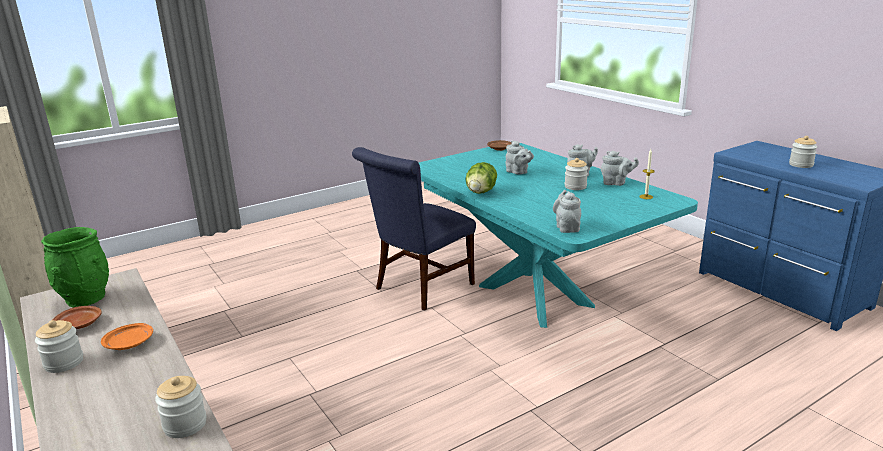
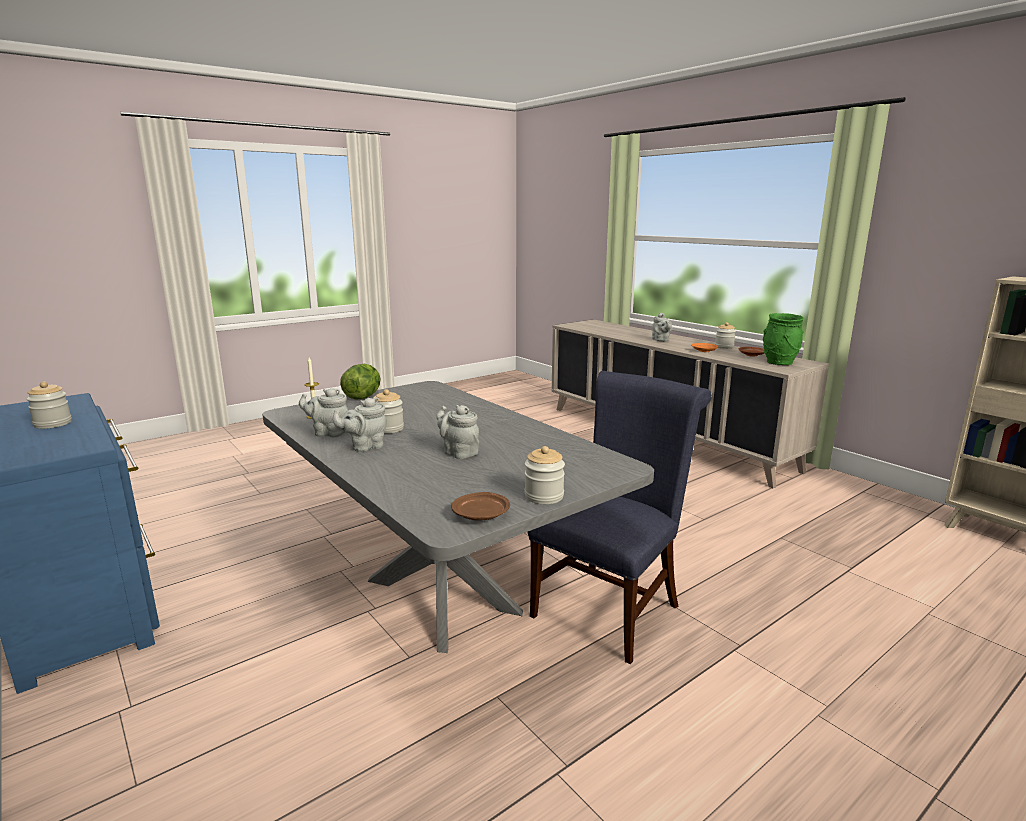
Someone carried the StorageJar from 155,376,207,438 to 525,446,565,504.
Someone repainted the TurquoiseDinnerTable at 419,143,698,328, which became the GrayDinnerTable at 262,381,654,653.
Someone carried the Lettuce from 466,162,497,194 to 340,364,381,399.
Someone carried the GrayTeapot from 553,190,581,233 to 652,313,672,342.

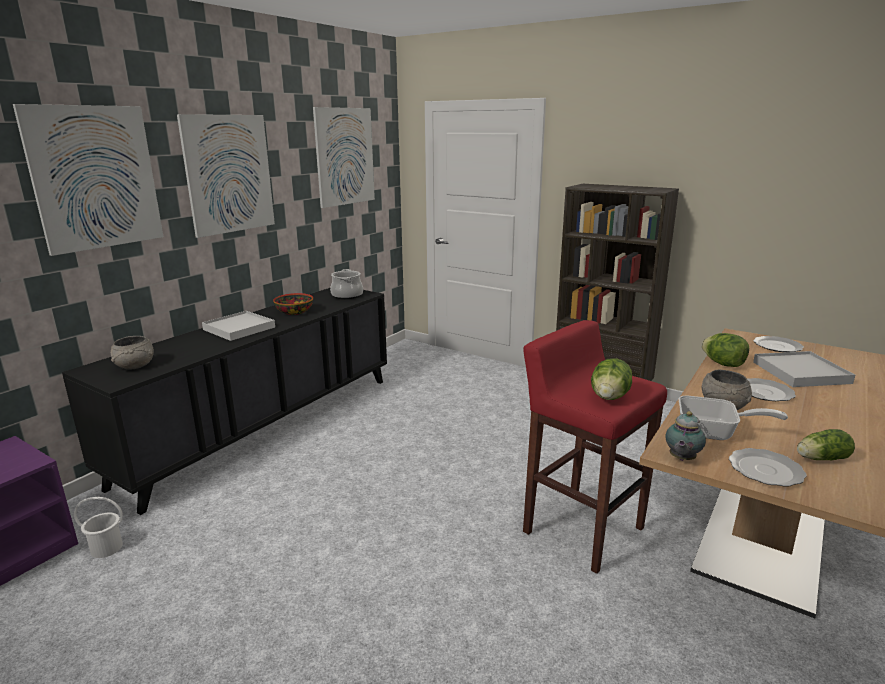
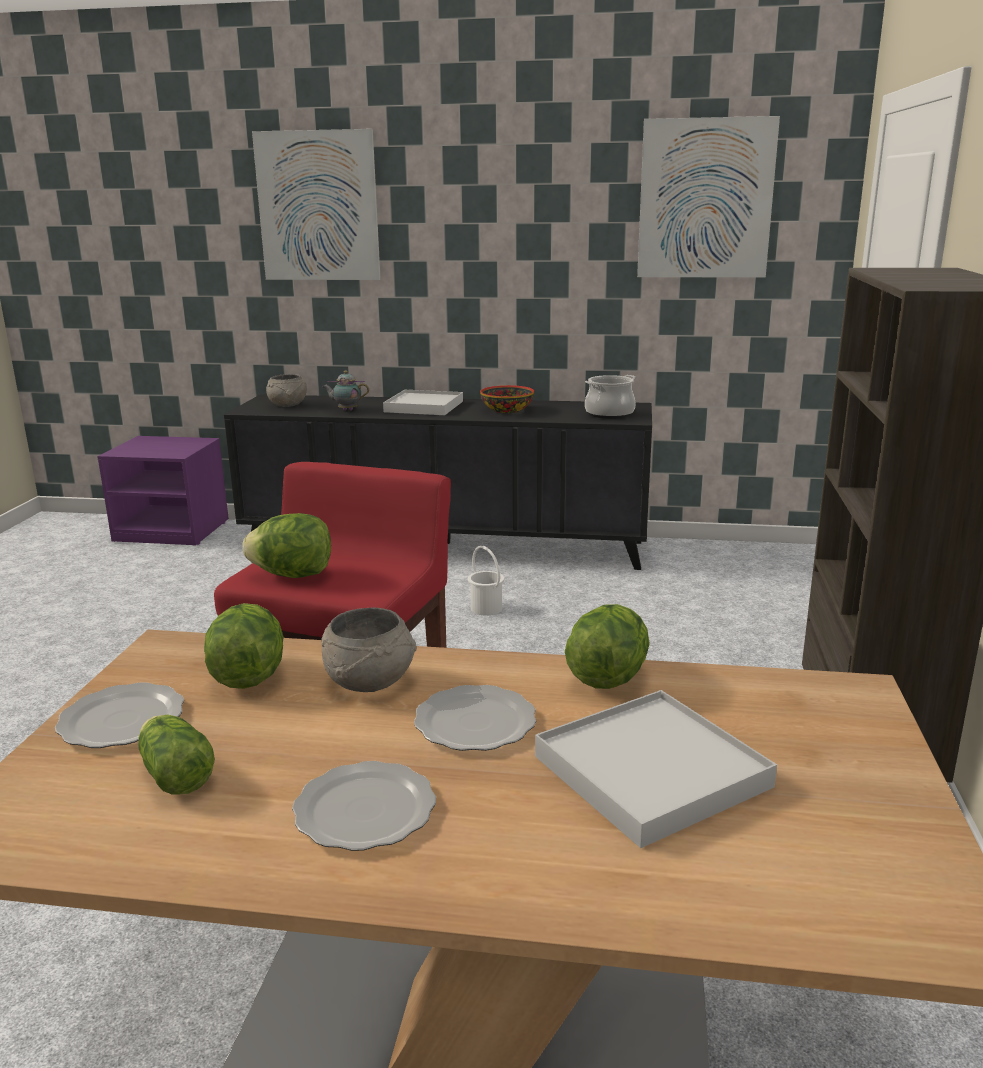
Someone carried the WhiteColouredWaterBucket from 74,497,123,558 to 468,546,505,616.
Someone took away the WallPicture at 177,114,275,238.
Someone carried the Teapot from 665,411,706,461 to 322,371,369,411.
Someone swapped the FryingPan at 678,396,788,440 for the Lettuce at 204,603,284,689.
Someone carried the DinnerPlate from 753,336,804,352 to 292,761,436,851.

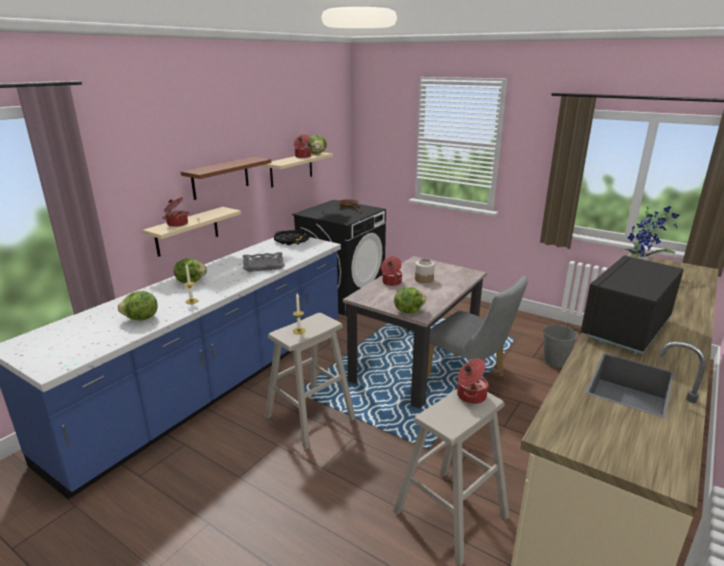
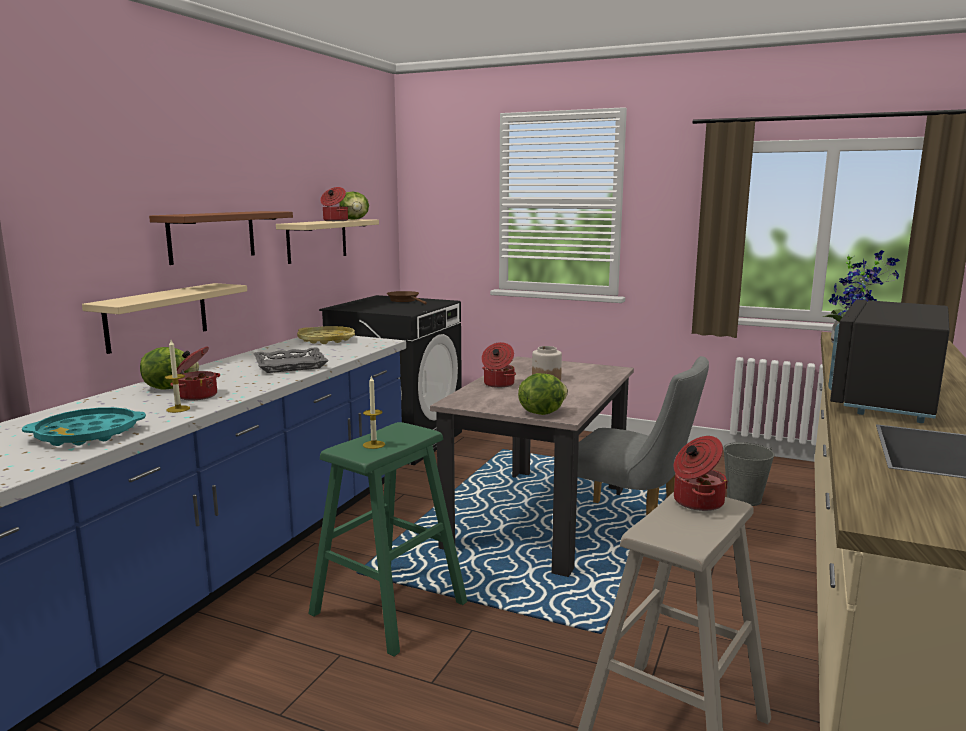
Someone swapped the Lettuce at 118,291,158,321 for the TurquoiseCarryingTray at 22,407,146,446.
Someone carried the Saucepot from 162,197,190,227 to 170,346,220,400.
Someone repainted the BeigeStoolSeat at 265,313,356,449, which became the GreenishStoolSeat at 308,422,467,657.
Someone repainted the BlackColouredCarryingTray at 274,230,309,245, which became the YellowColouredCarryingTray at 297,326,355,344.

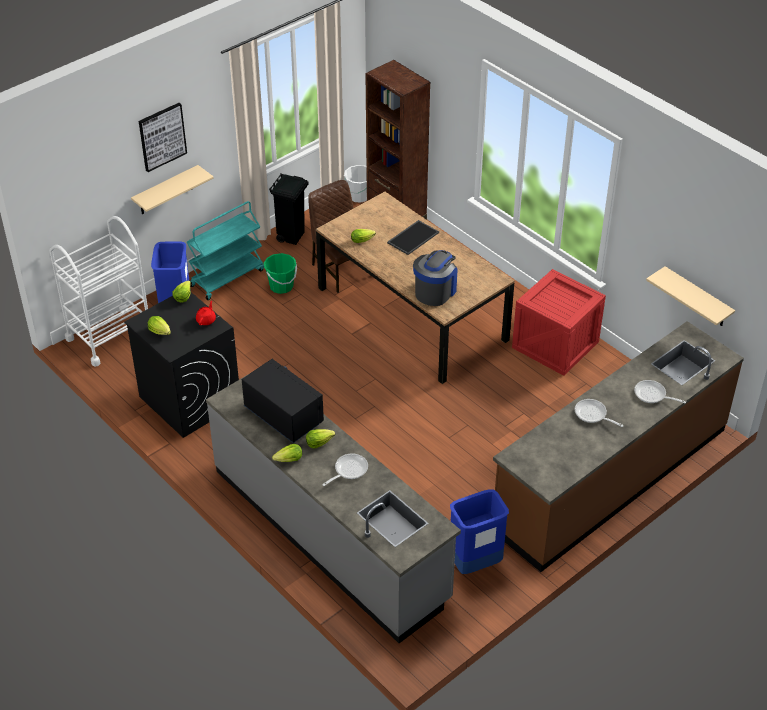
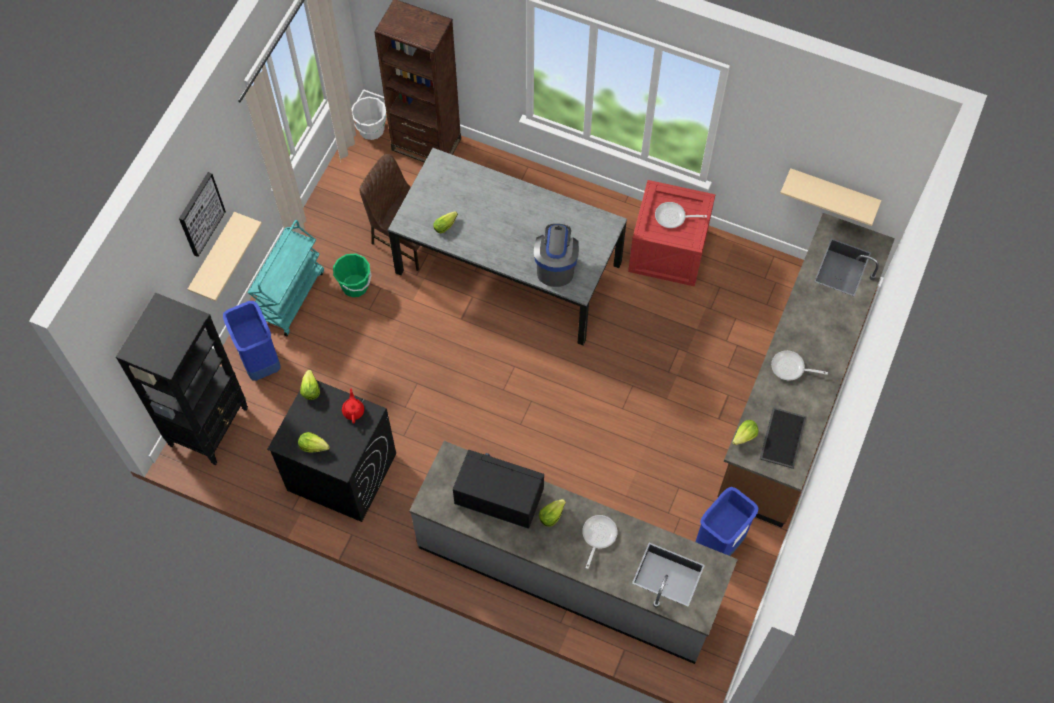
Someone swapped the WhiteColouredWheeledCart at 49,216,148,367 for the BlackColouredShelvingUnit at 116,292,248,465.
Someone took away the BlackColouredTrashCan at 269,173,309,245.
Someone carried the Lettuce from 272,444,302,462 to 732,420,758,445.
Someone repainted the BrownDinnerTable at 316,192,515,384, which became the GrayDinnerTable at 388,148,627,346.
Someone carried the CarryingTray from 387,220,439,255 to 760,407,807,469.
Someone carried the FryingPan from 634,380,686,403 to 655,202,707,228.

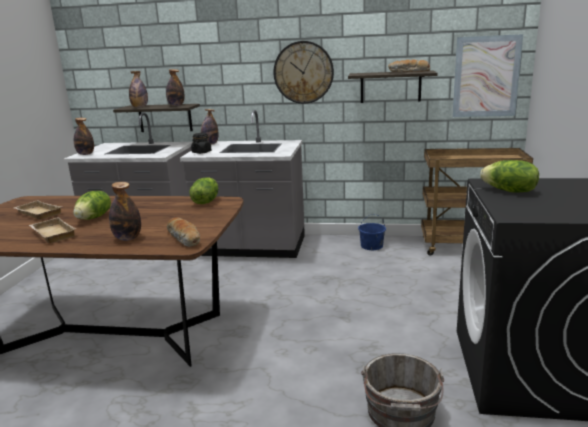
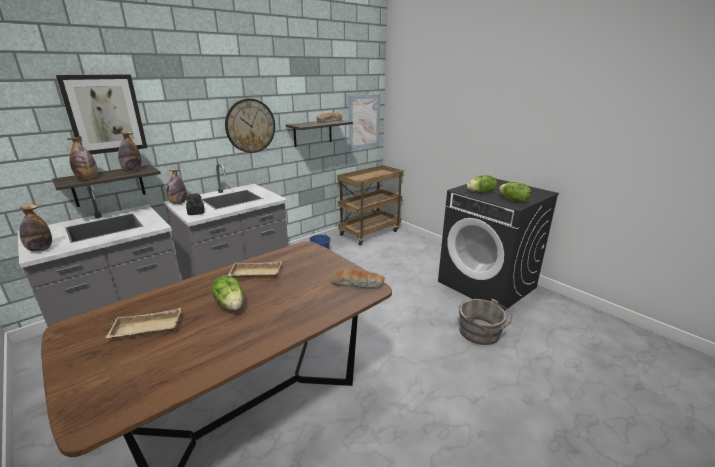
Someone carried the BeigeCarryingTray from 29,217,77,243 to 228,261,282,279.
Someone took away the BeverageBottle at 109,182,141,241.
Someone carried the Lettuce from 189,177,218,204 to 499,182,531,202.
Someone put up the WallPicture at 56,74,147,155.

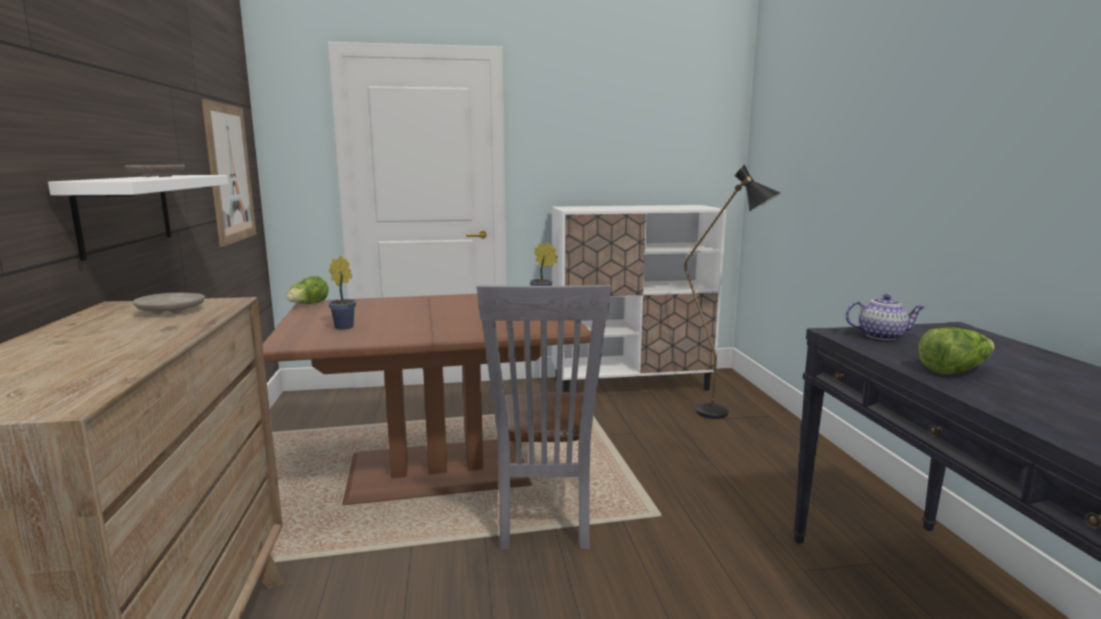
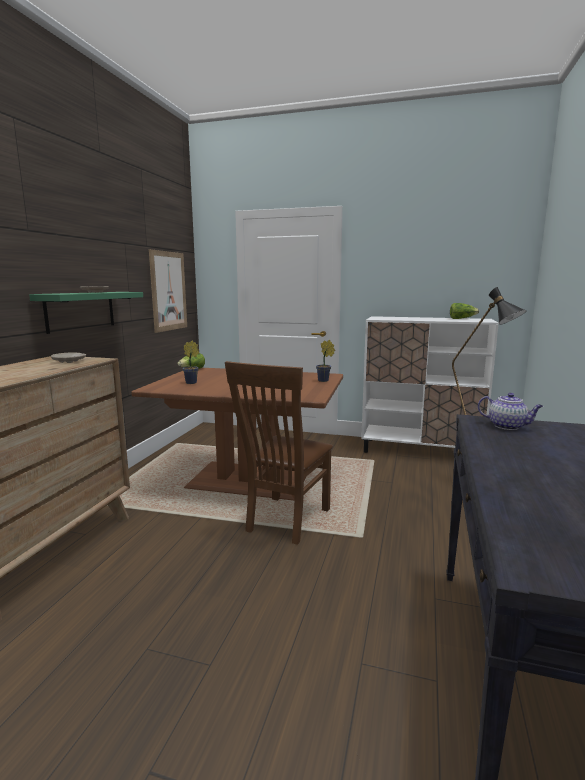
Someone repainted the WhiteColouredShelf at 48,175,228,261, which became the GreenishShelf at 29,292,143,334.
Someone repainted the GrayPlainChair at 477,285,611,549, which became the BrownPlainChair at 225,361,333,545.
Someone carried the Lettuce from 918,327,994,374 to 450,303,479,319.

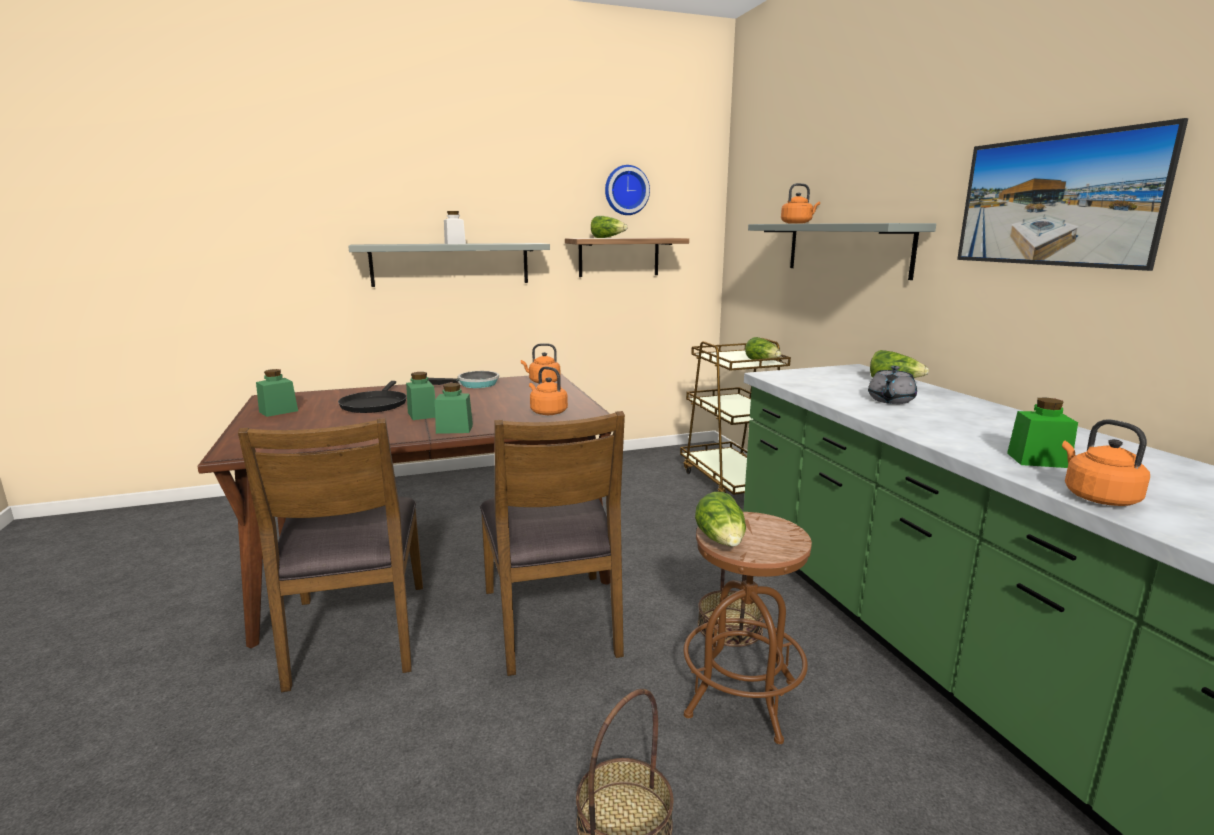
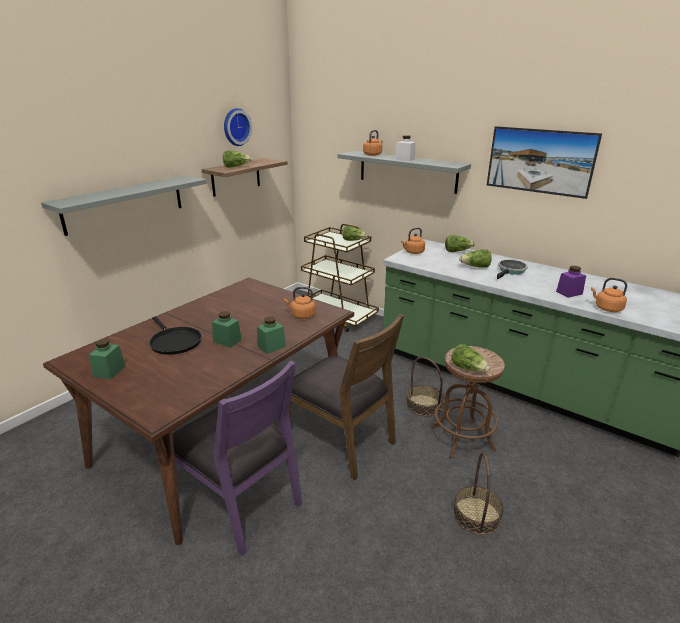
Someone repainted the BrownPlainChair at 238,418,423,692, which became the PurplishPlainChair at 173,361,302,556.
Someone carried the FryingPan from 428,371,499,388 to 497,259,528,279.
Someone carried the WhiteColouredStorageJar from 444,211,466,244 to 395,135,416,161.
Someone carried the OrangeTeaKettle from 521,343,560,383 to 401,228,425,254.
Someone swapped the GrayTeapot at 868,366,917,404 for the Lettuce at 459,249,492,268.
Someone repainted the GreenishStorageJar at 1007,397,1078,468, which became the PurplishStorageJar at 556,266,586,298.

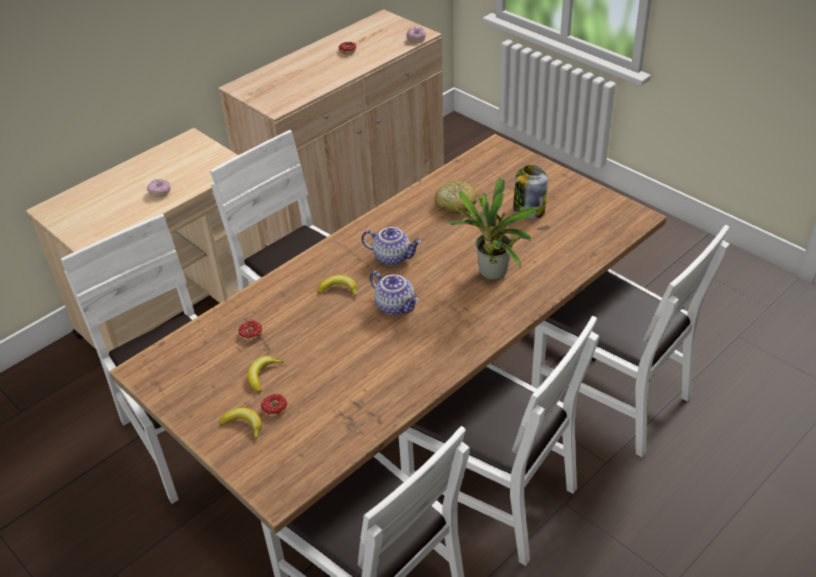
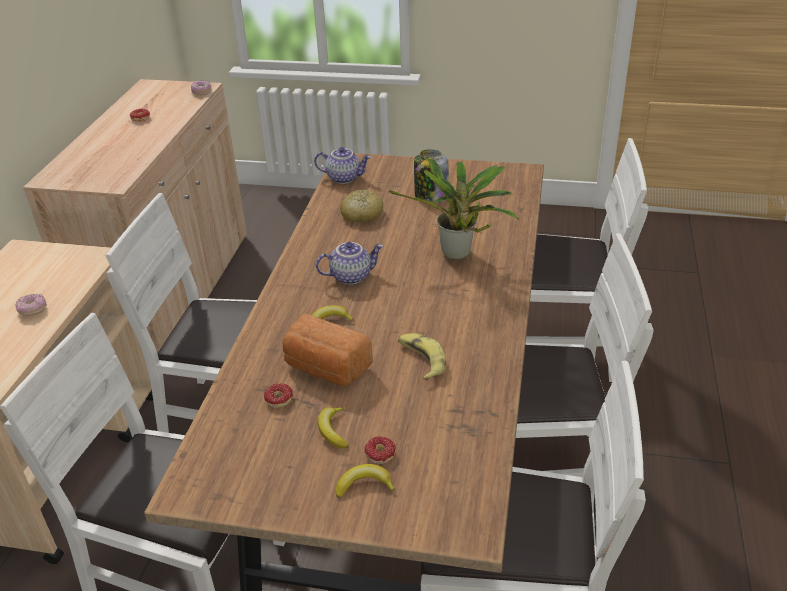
Someone carried the Teapot from 369,271,419,315 to 314,147,371,184.
Someone put down the Bread at 282,314,373,386.
Someone put down the BananaFruit at 398,333,446,381.

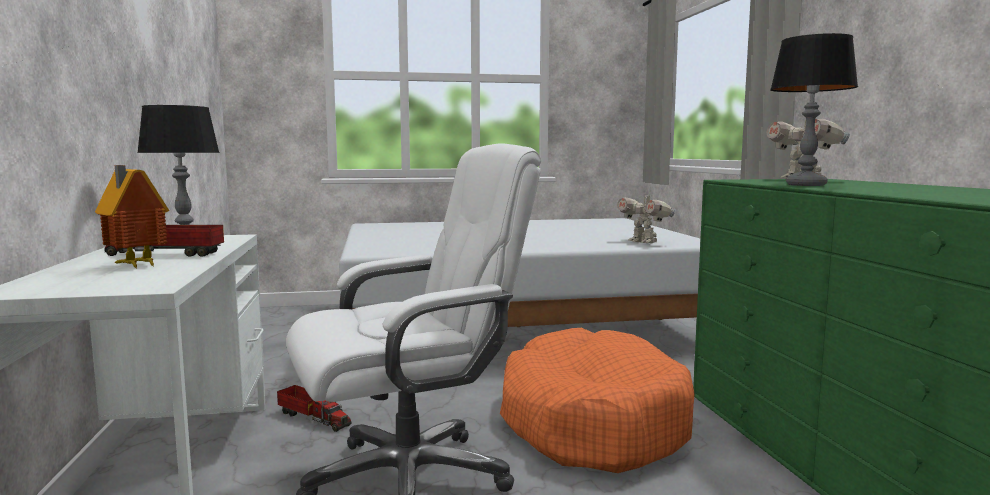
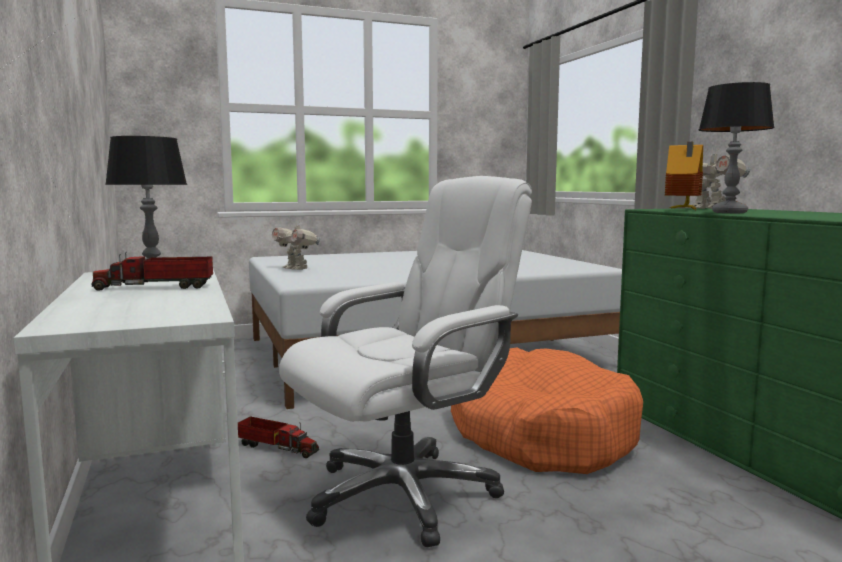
Someone carried the ModelHouse from 95,165,170,268 to 665,142,703,210.
Someone carried the ToyRobot from 617,190,675,243 to 272,221,321,270.

